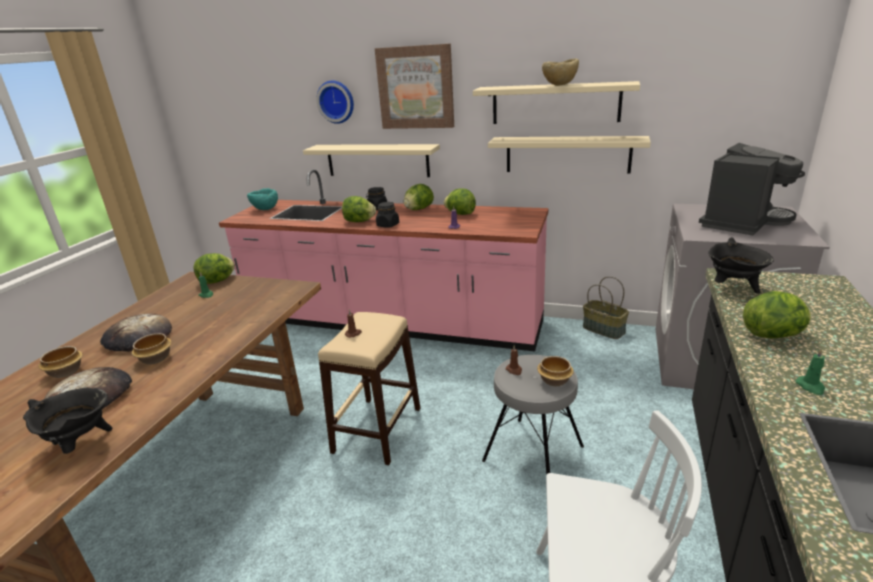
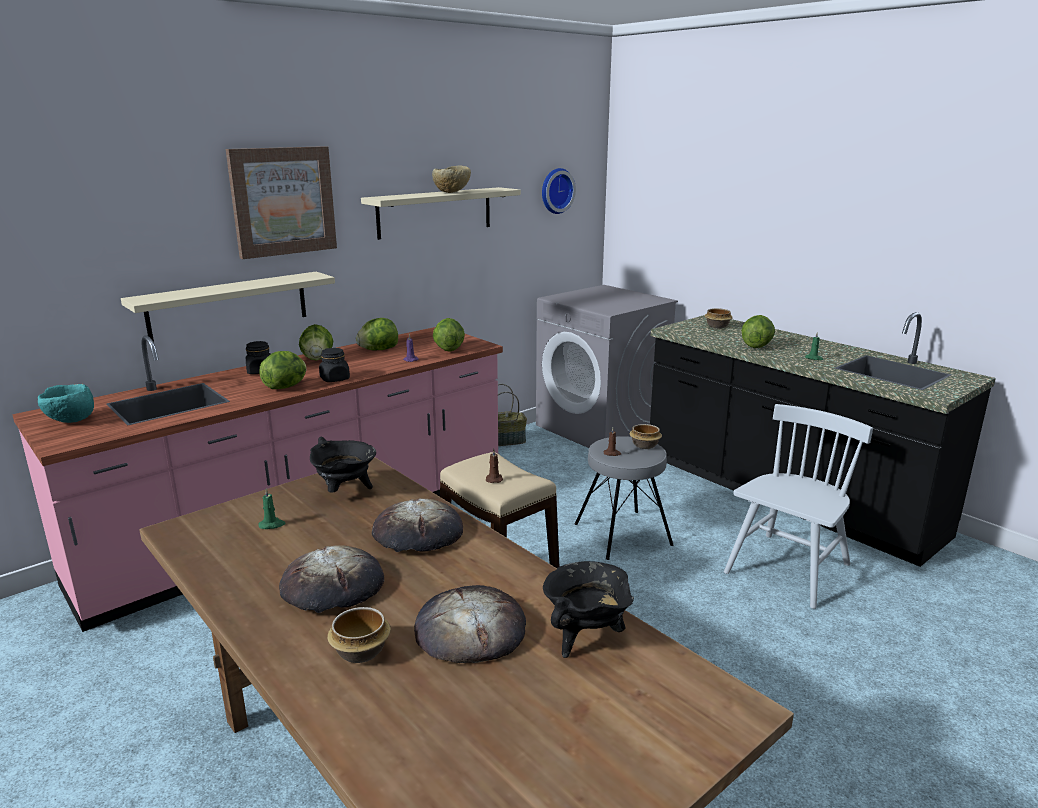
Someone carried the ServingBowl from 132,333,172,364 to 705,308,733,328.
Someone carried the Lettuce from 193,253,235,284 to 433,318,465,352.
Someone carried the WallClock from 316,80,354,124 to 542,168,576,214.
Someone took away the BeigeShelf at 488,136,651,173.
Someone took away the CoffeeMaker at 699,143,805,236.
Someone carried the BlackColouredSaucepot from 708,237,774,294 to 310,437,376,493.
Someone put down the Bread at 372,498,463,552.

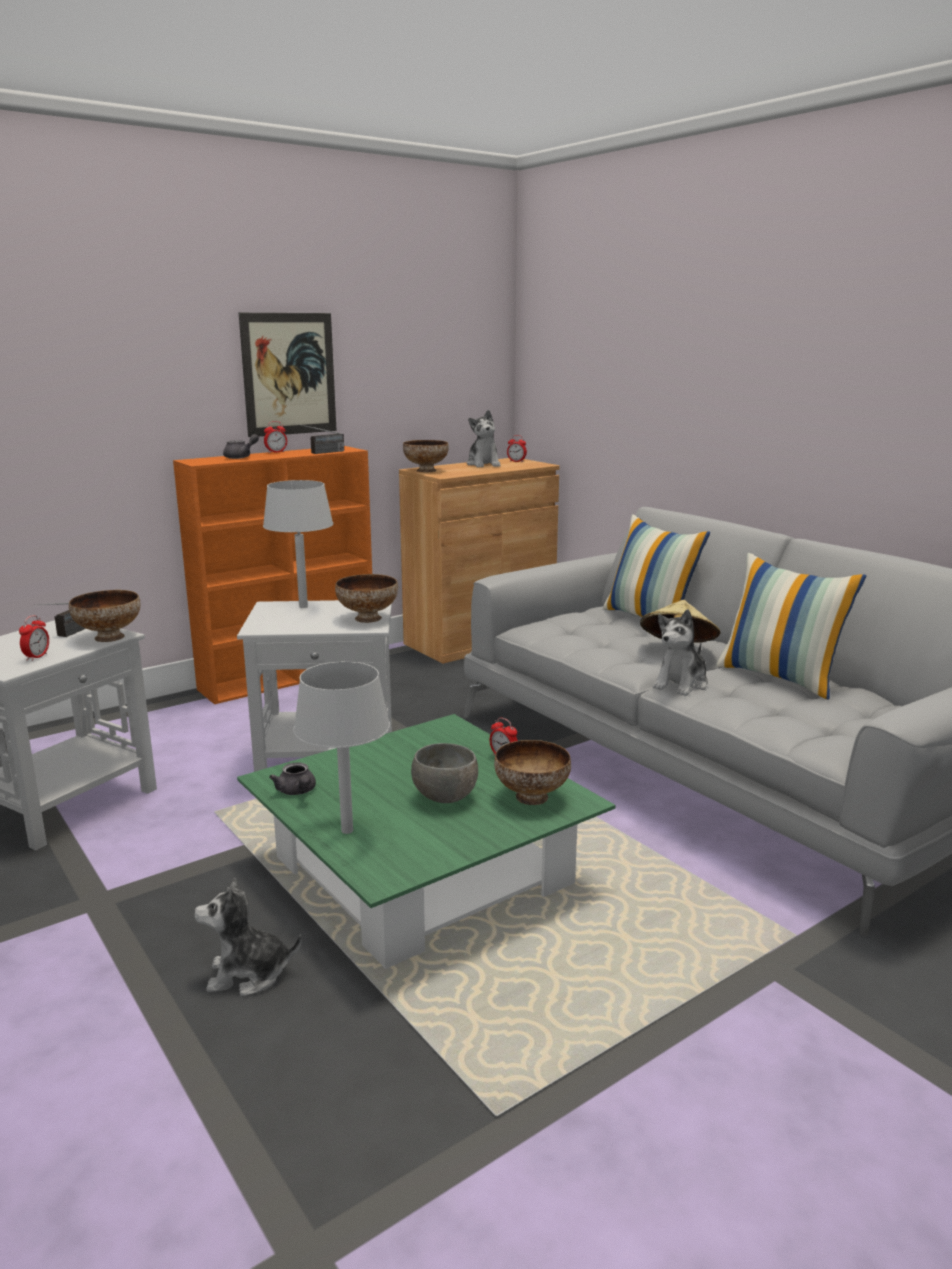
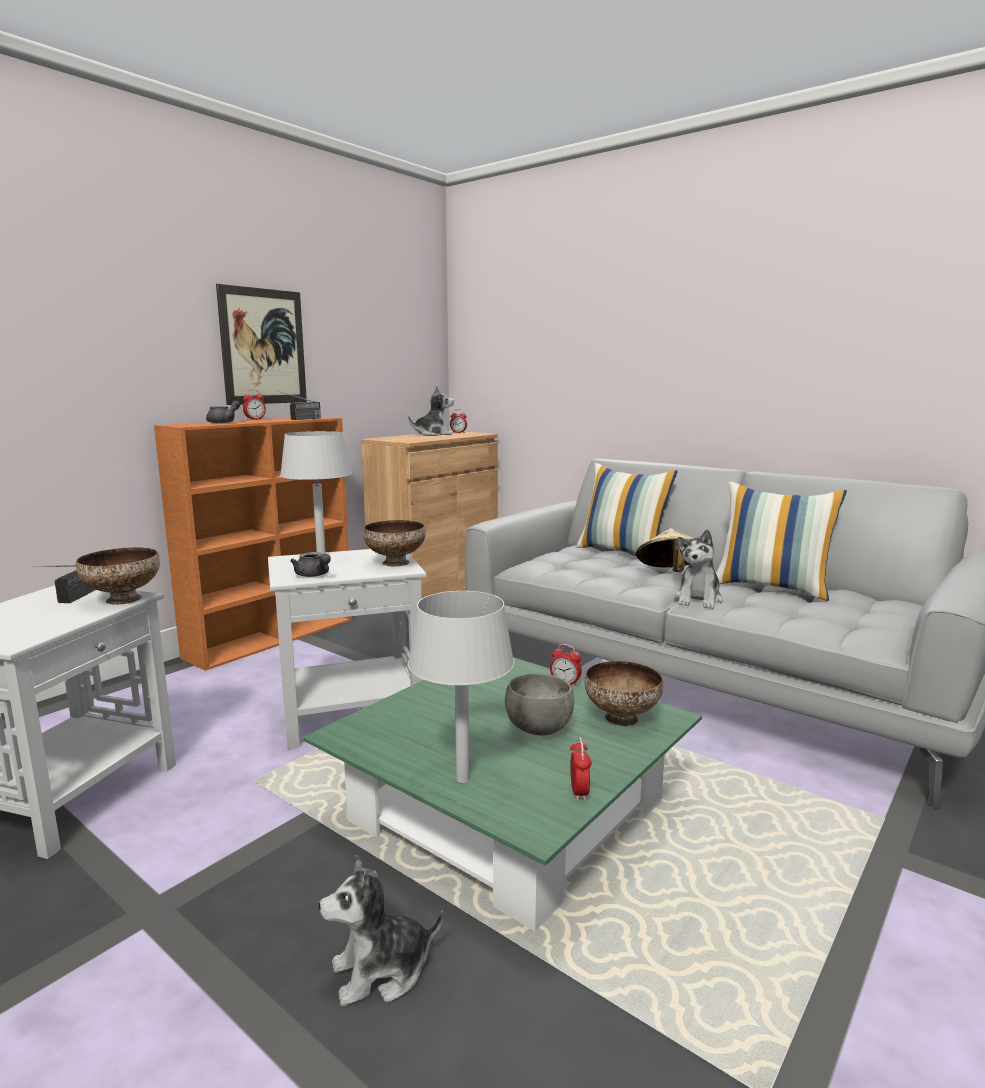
Someone carried the TableClock from 19,615,49,661 to 570,737,591,801.
Someone carried the GrayTeapot from 269,762,316,795 to 290,552,331,577.
Someone took away the ServingBowl at 403,440,449,472.
Someone rotated the SoftToy at 467,410,501,467 by 75 degrees counterclockwise.

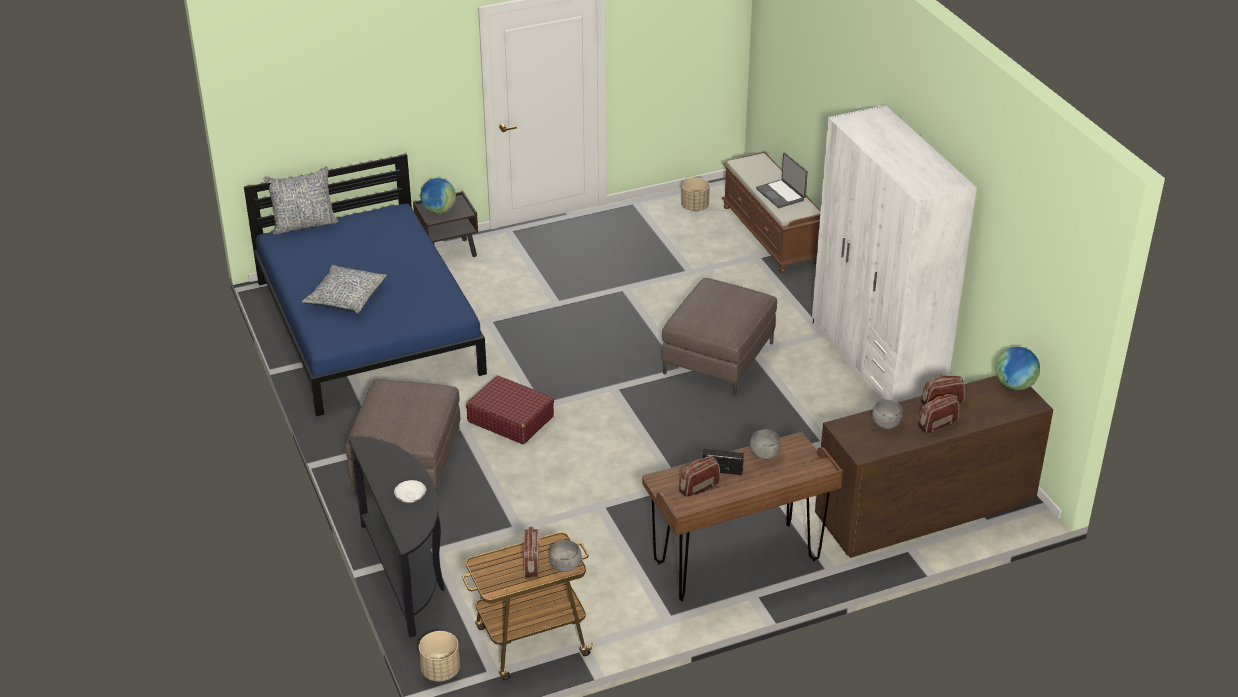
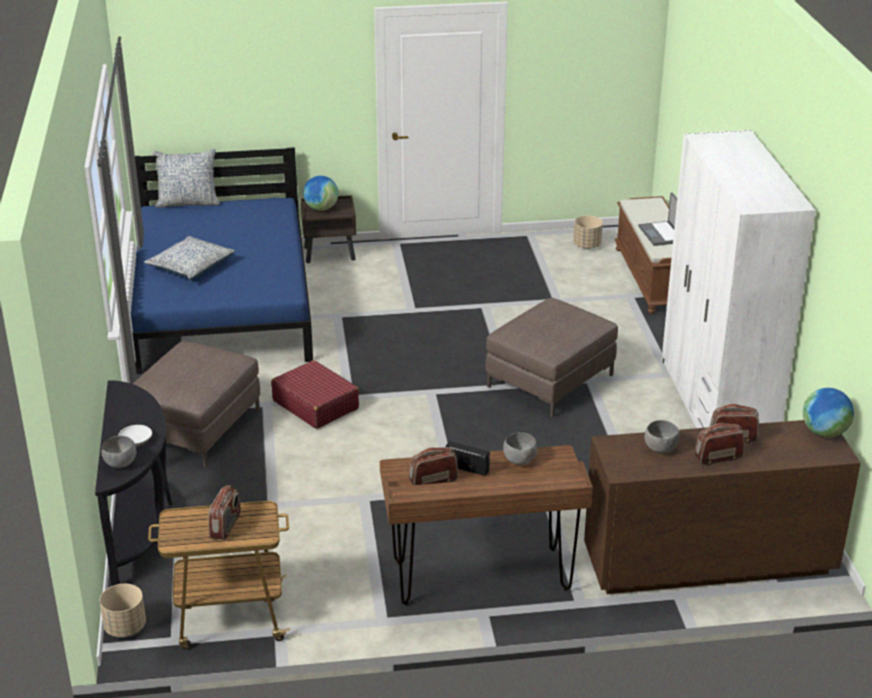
Someone carried the GrayServingBowl from 549,540,582,572 to 101,436,136,468.

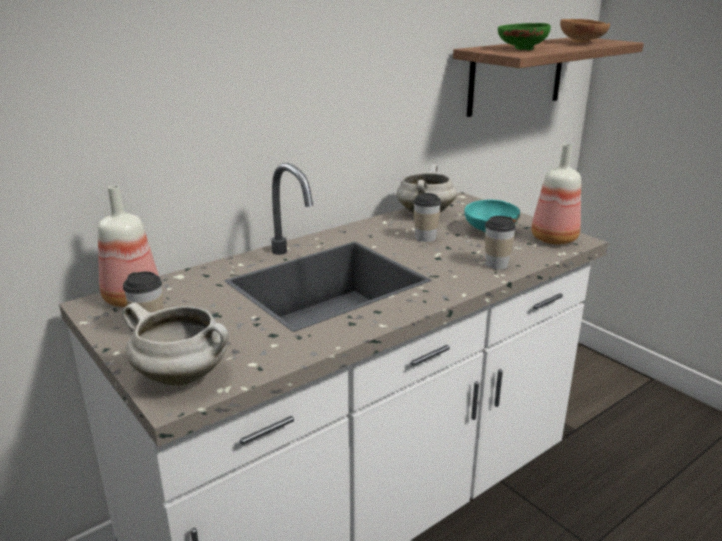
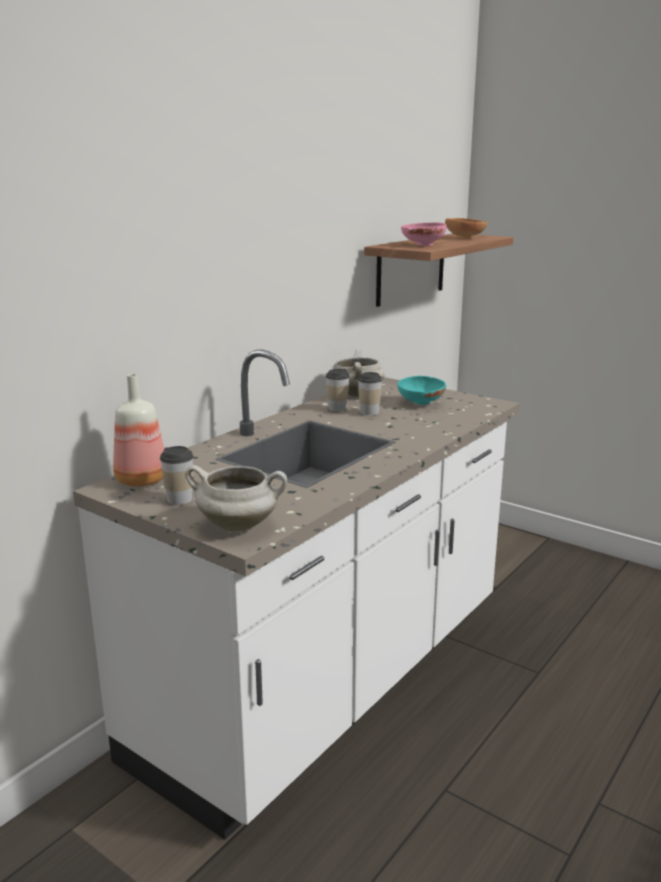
Someone carried the DrinkingCup from 485,216,516,270 to 325,369,350,412.
Someone repainted the GreenishServingBowl at 498,23,551,50, which became the PinkColouredServingBowl at 401,222,447,246.
Someone took away the BeverageBottle at 531,144,581,245.

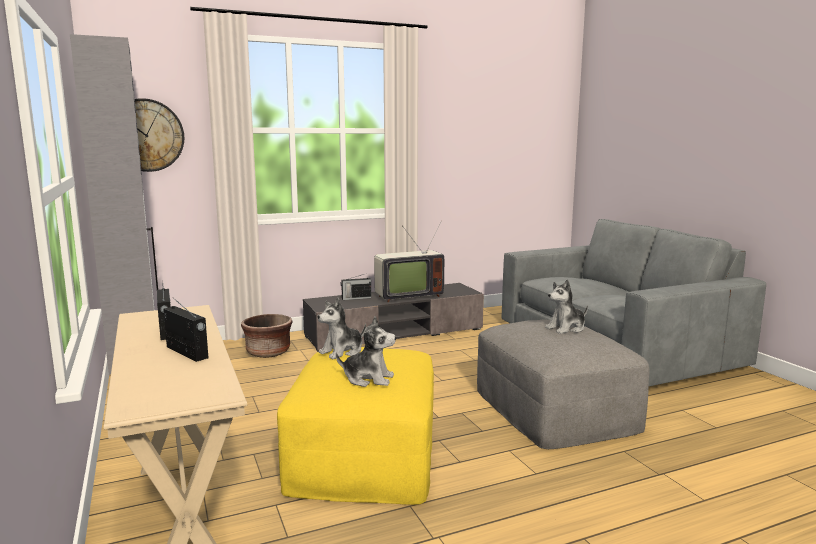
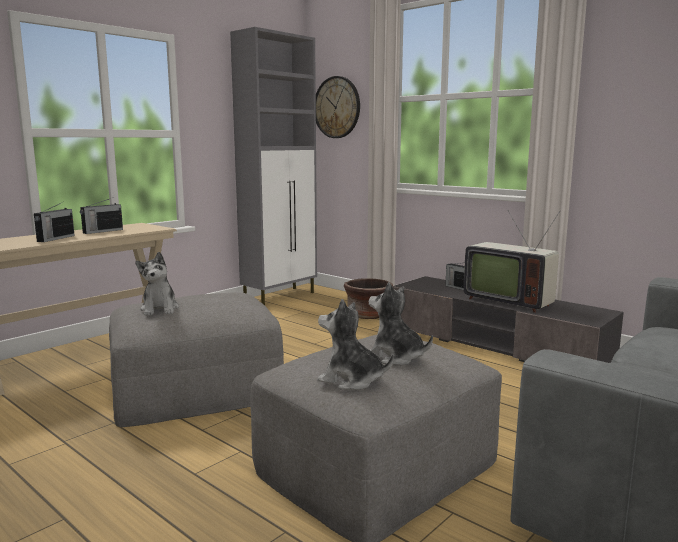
Someone repainted the YellowColouredPouffe at 277,347,434,505, which became the GrayPouffe at 109,292,284,427.
Someone carried the SoftToy from 317,298,366,359 to 317,299,394,390.

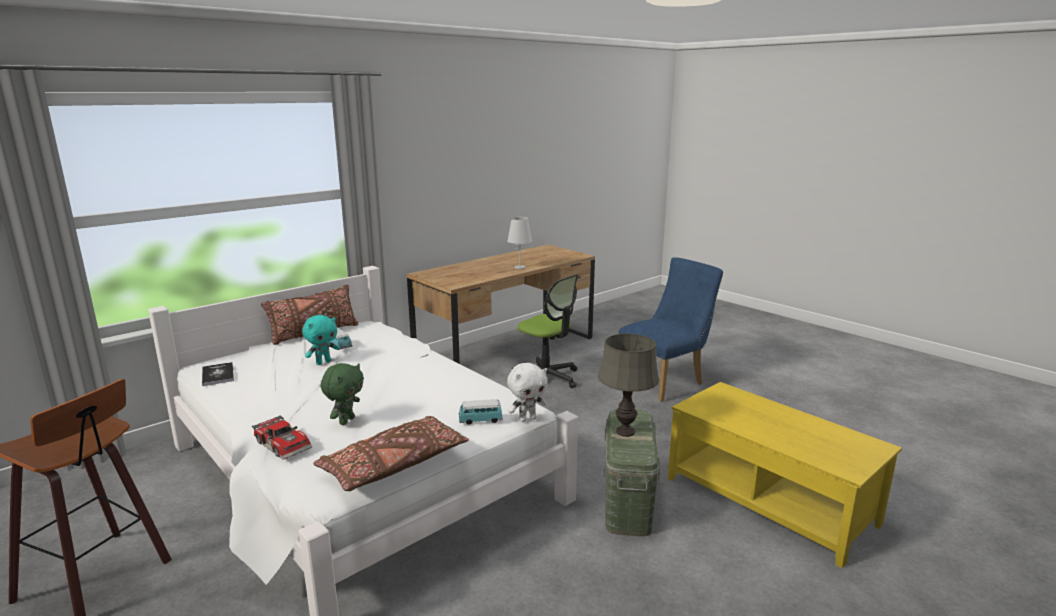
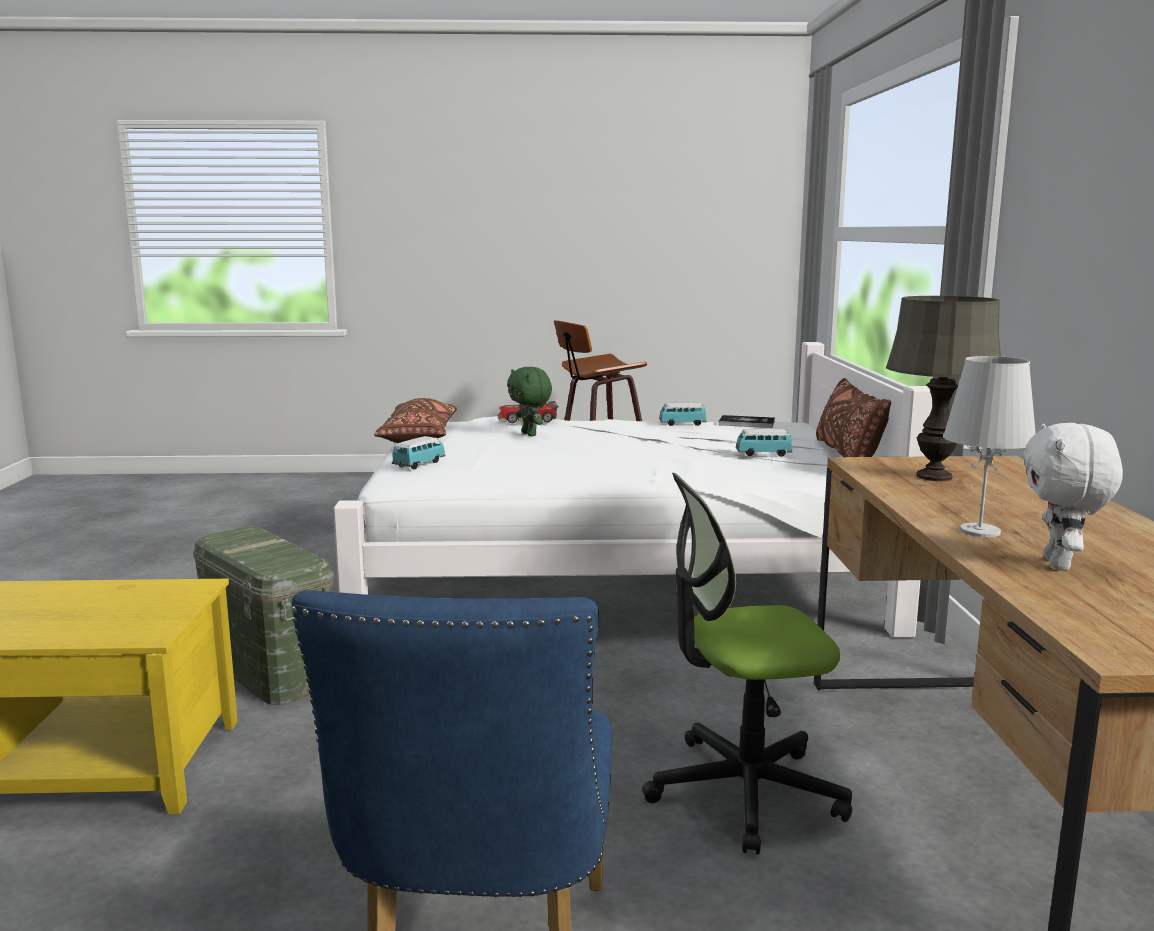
Someone took away the TurquoiseSoftToy at 302,315,339,365.
Someone carried the WhiteColouredSoftToy from 507,363,548,422 to 1023,423,1123,571.
Someone carried the GrayTableLamp from 598,334,659,437 to 886,296,1001,481.
Someone put down the MiniatureCar at 659,403,707,426.

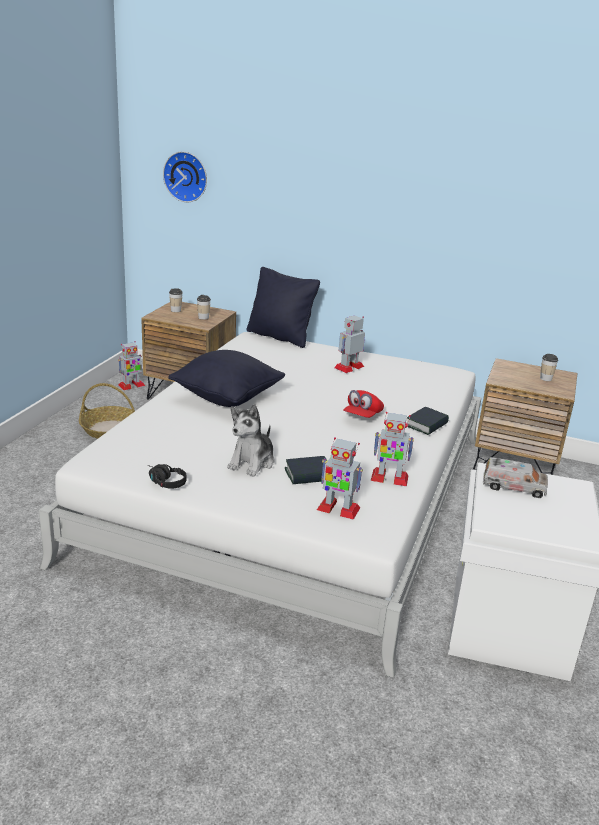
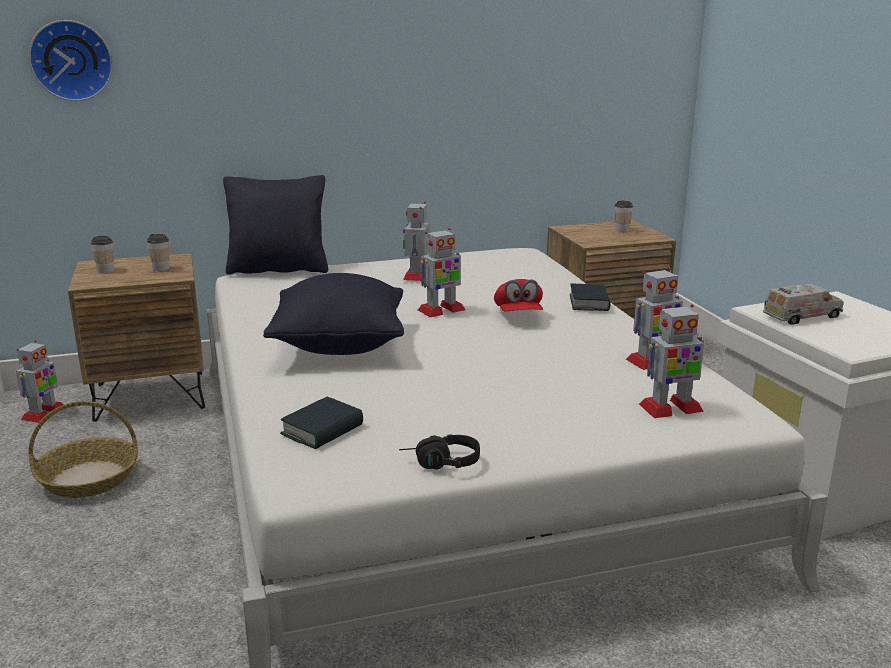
Someone took away the SoftToy at 227,404,274,476.
Someone carried the BoundBook from 285,456,325,484 to 280,397,363,449.
Someone put down the ToyRobot at 418,228,466,317.

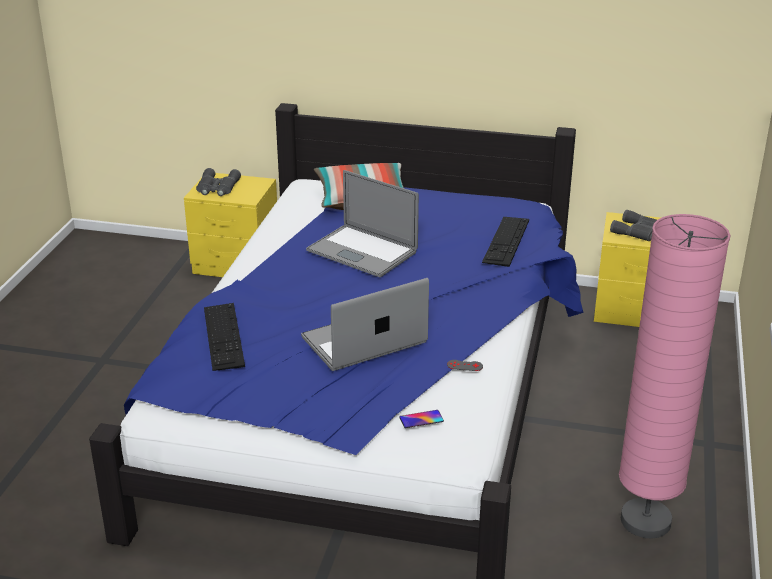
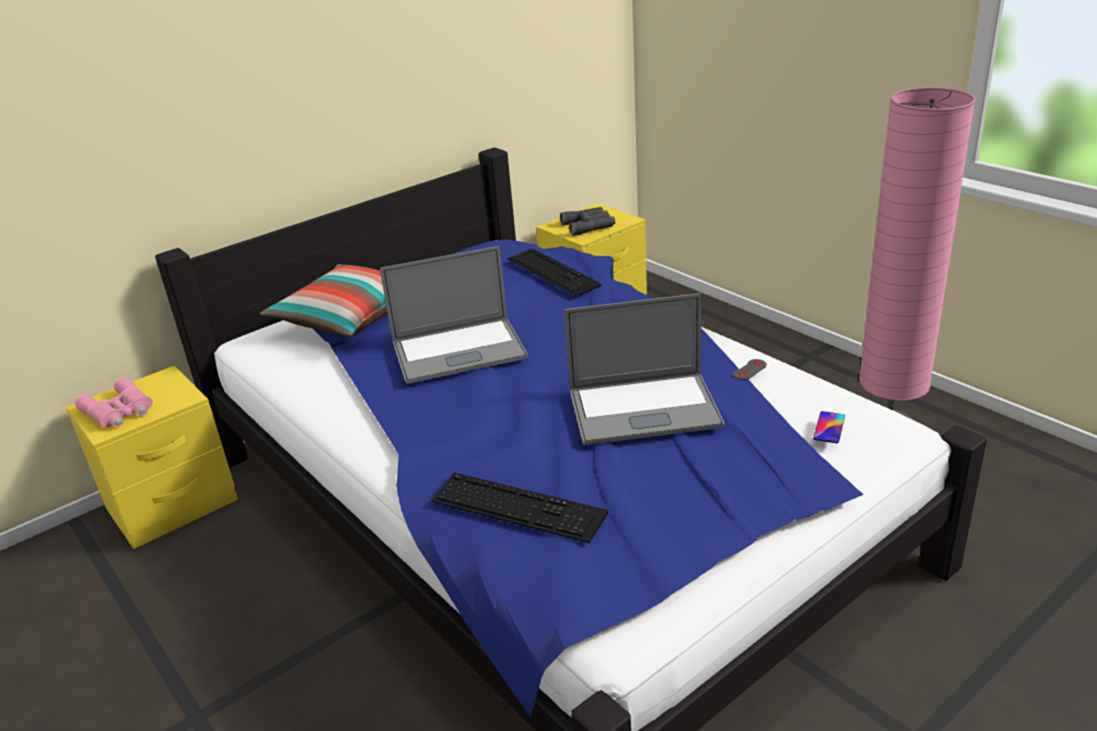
Someone repainted the GrayBinoculars at 196,168,241,196, which became the PinkColouredBinoculars at 75,377,153,428.
Someone rotated the Laptop at 301,278,429,371 by 105 degrees counterclockwise.

